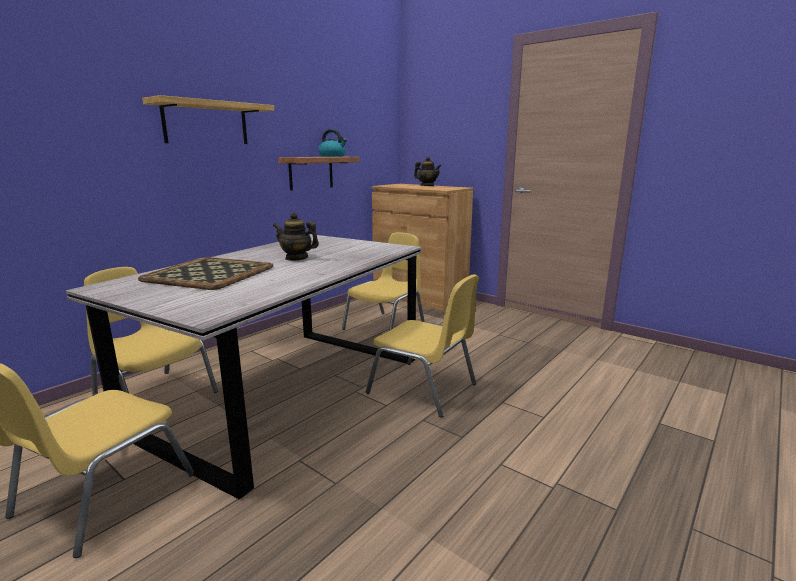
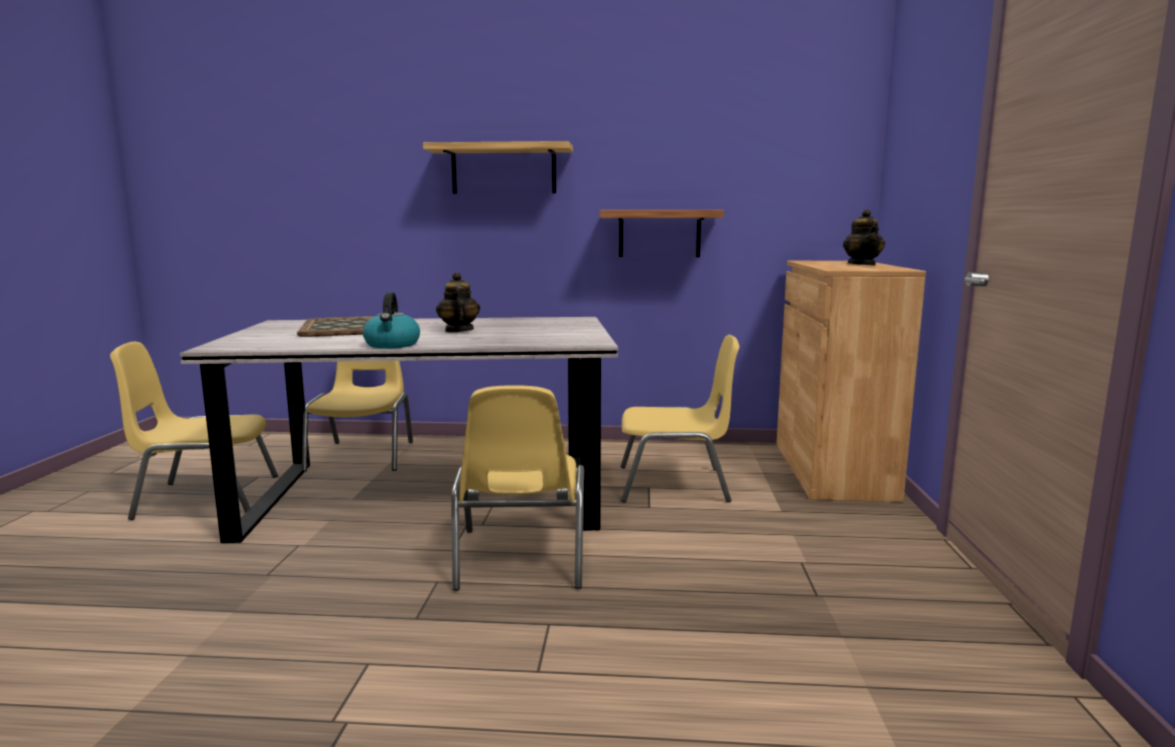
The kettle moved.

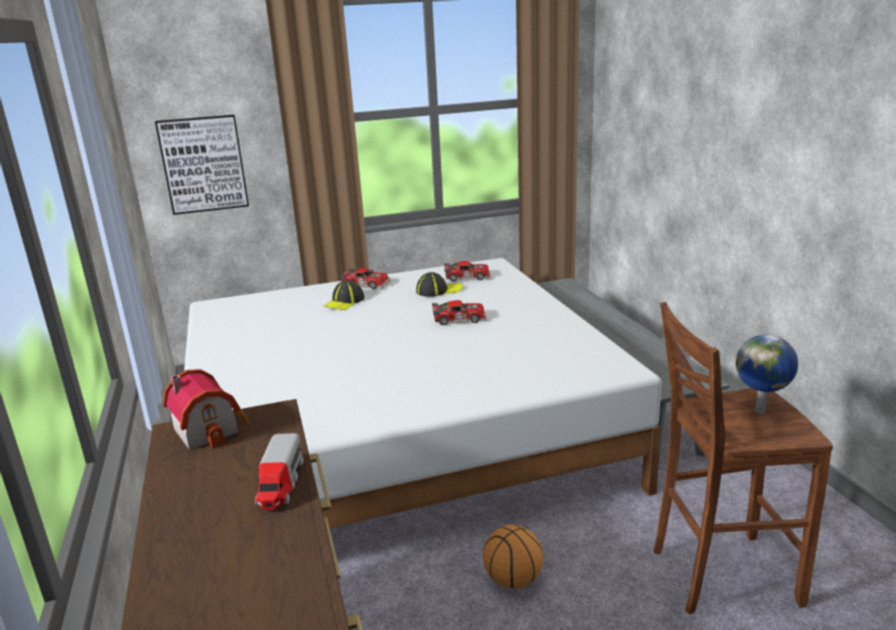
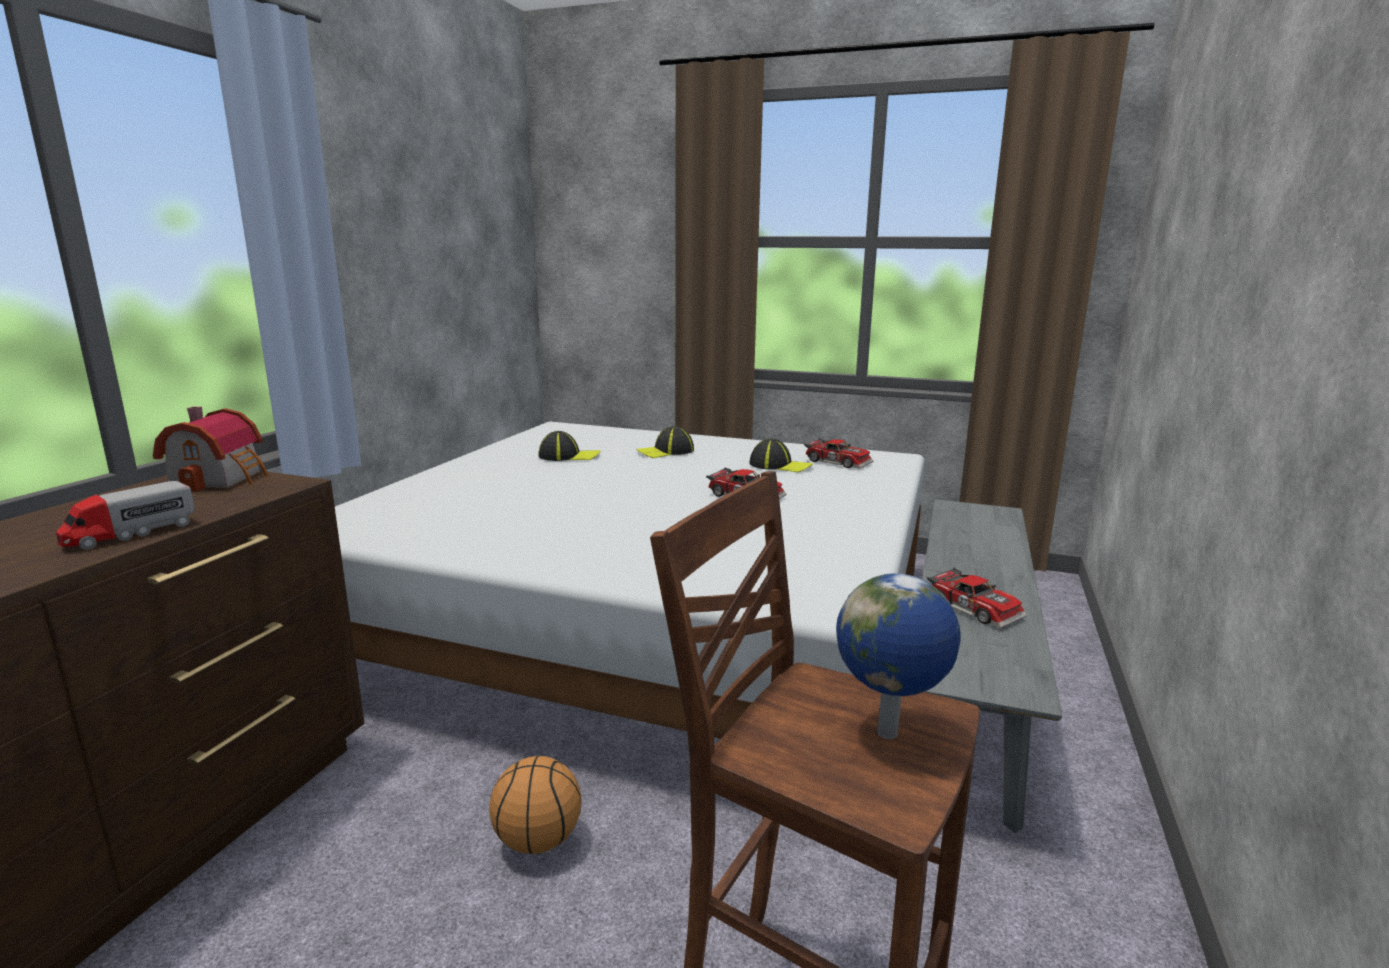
The wall picture disappeared. The miniature car (no. 1 from left in the first image) moved. The baseball cap (no. 1 from left) appeared.

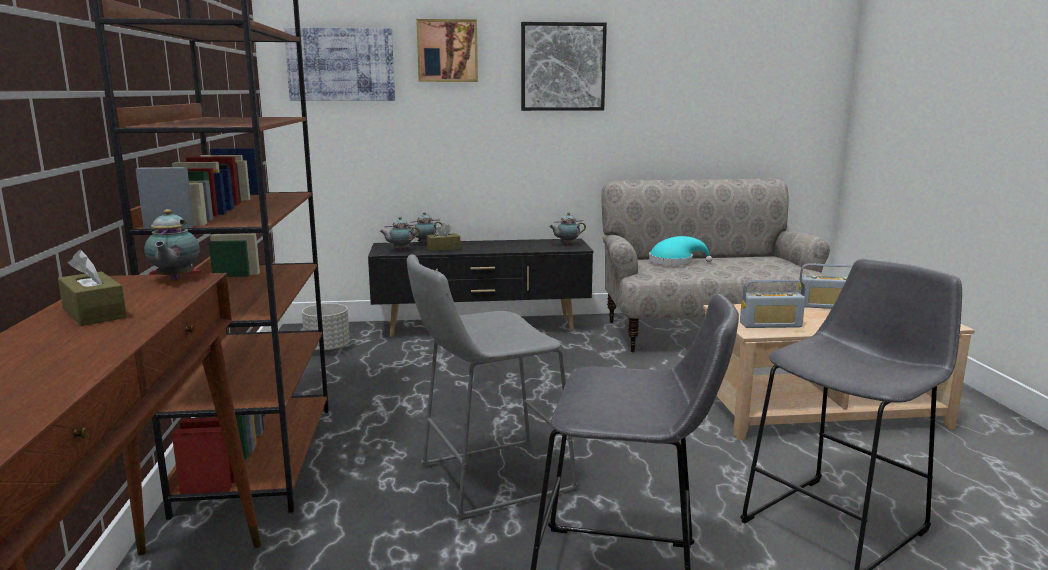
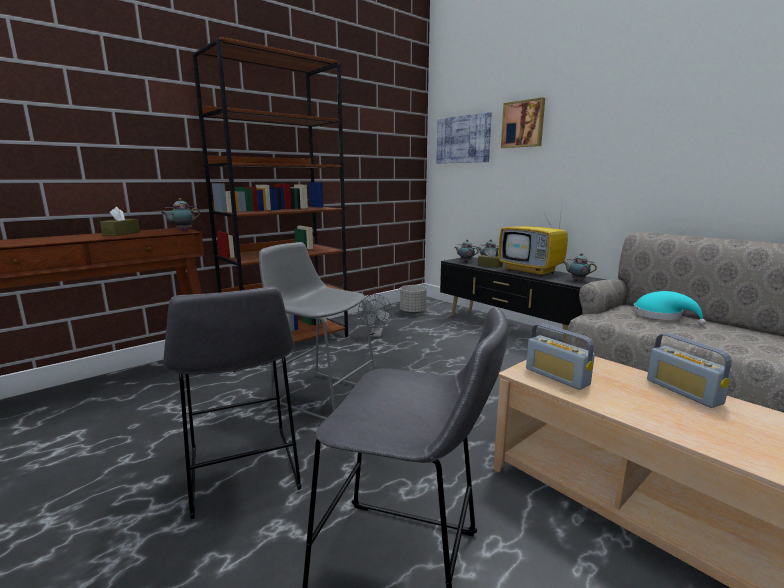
The wall picture (no. 3 from left) disappeared. The fan/greyish appeared. The television appeared.

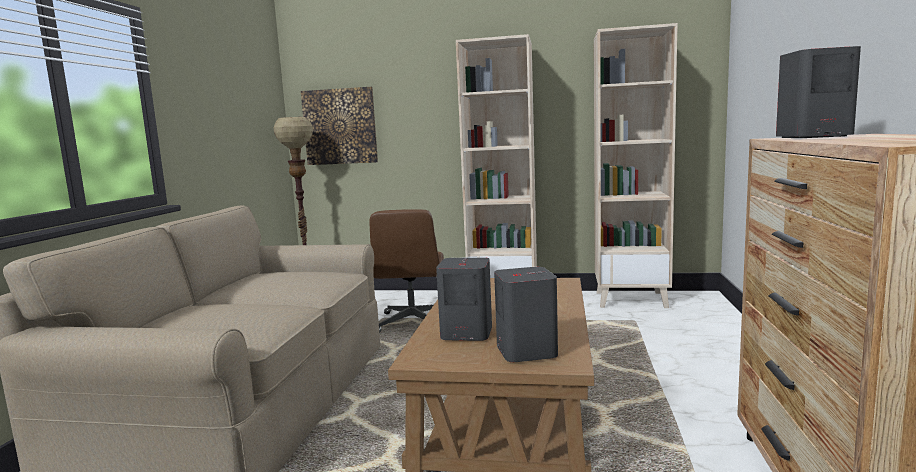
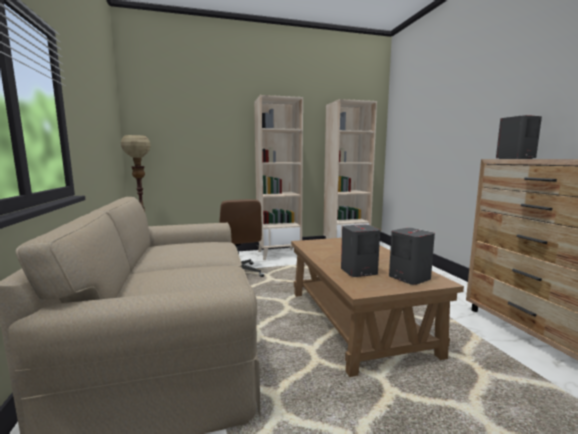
The wall picture disappeared.

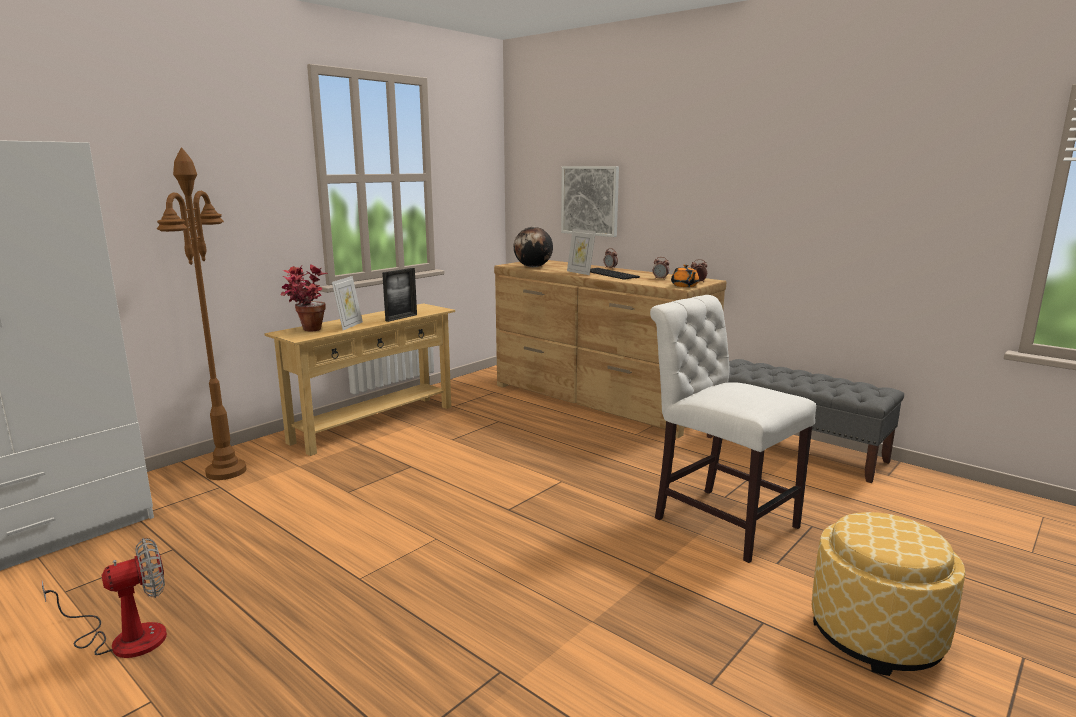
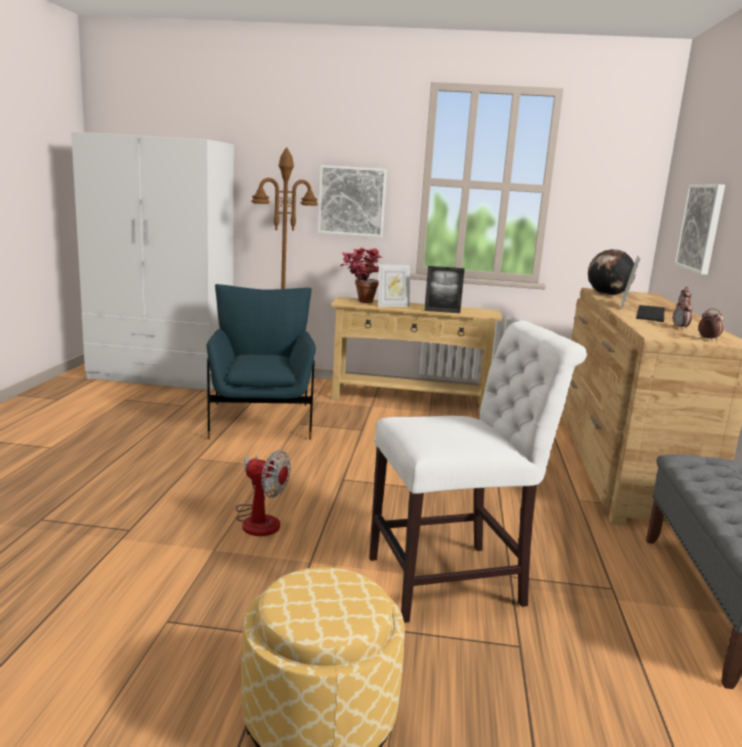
The fan moved. The upright chair/white turned 60 degrees clockwise. The teapot/orange disappeared. The lounge chair/bluish appeared. The wall picture (no. 1 from left) appeared.

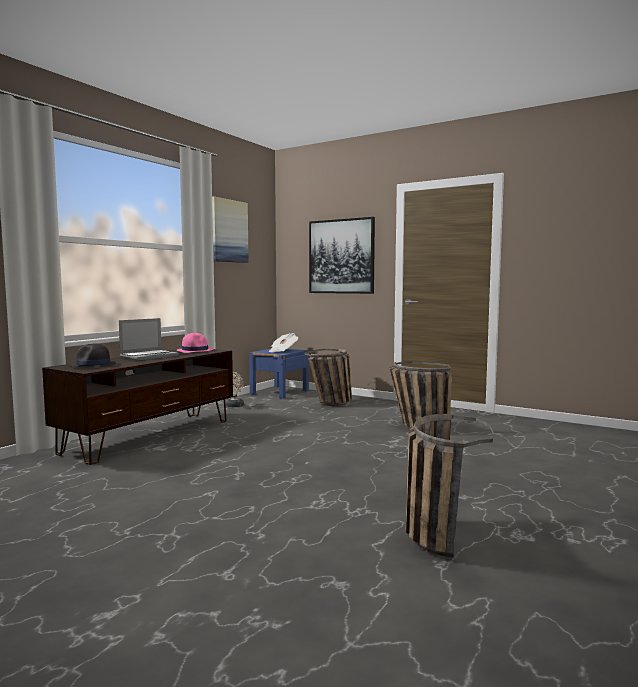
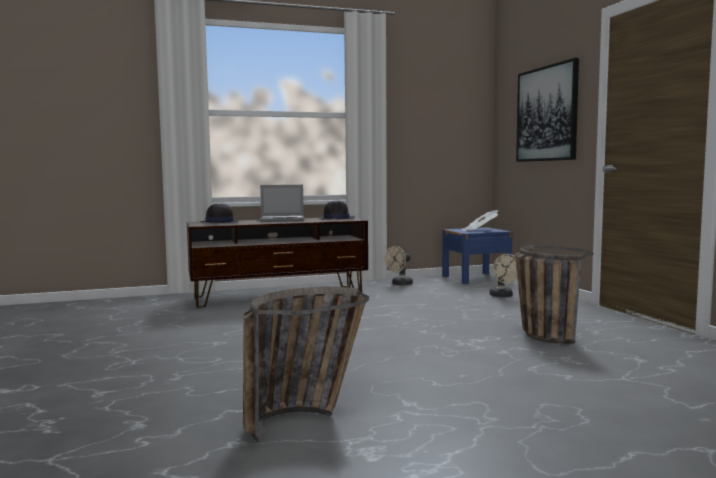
The hat/pinkish became the hat/black (no. 2 from left). The wall picture (no. 1 from left) disappeared. The basket (no. 1 from left) was replaced by the fan/beige-coloured (no. 2 from left).

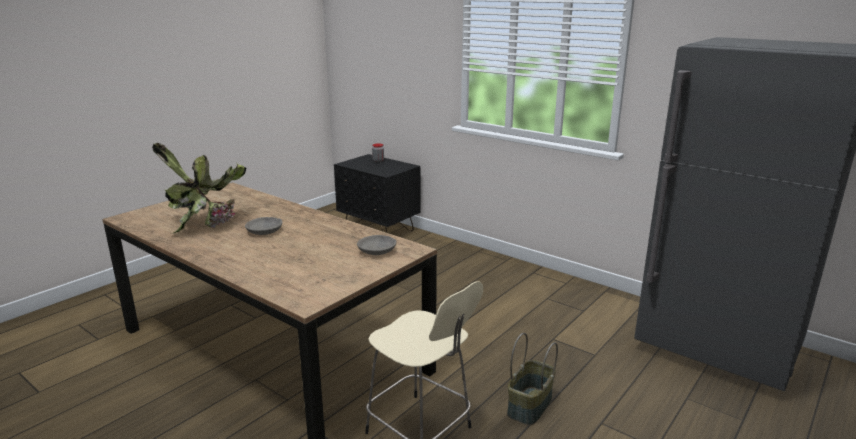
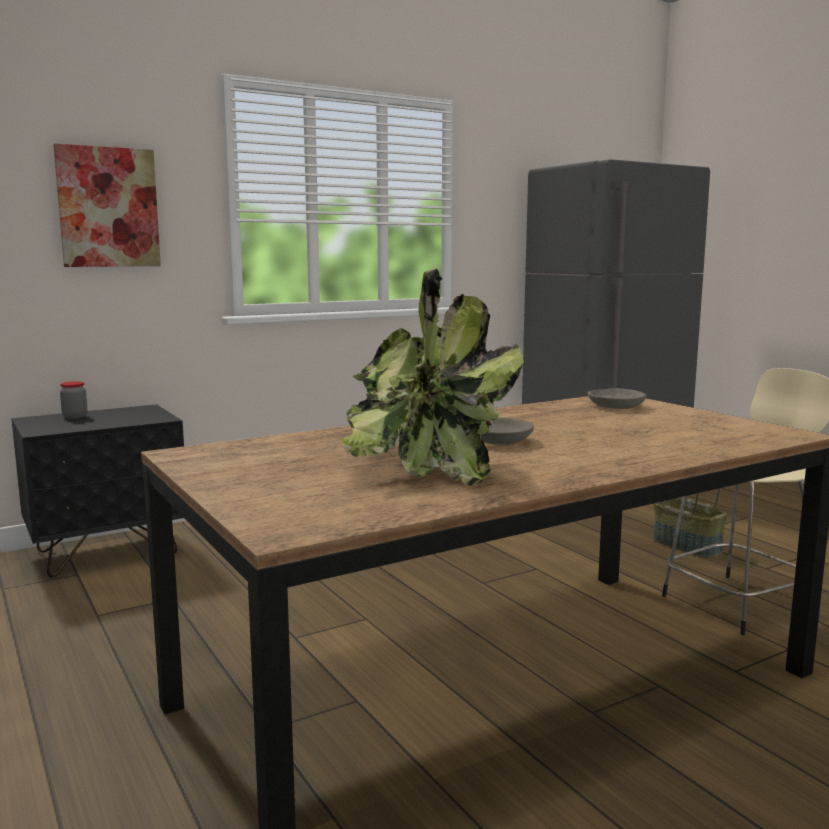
The wall picture appeared.

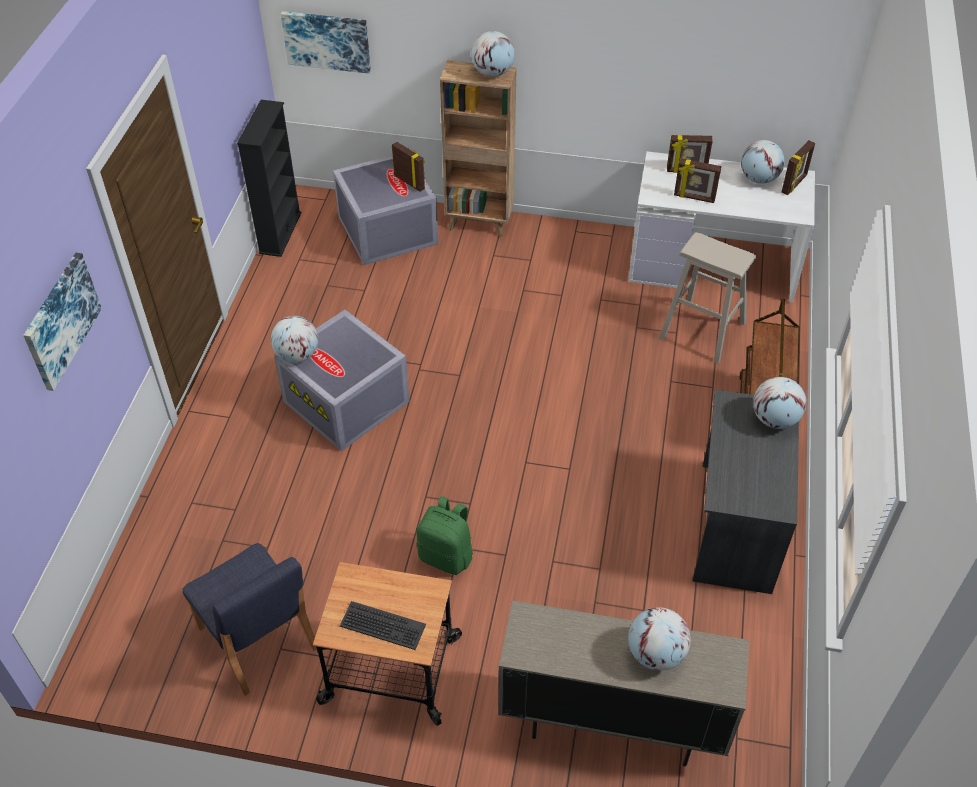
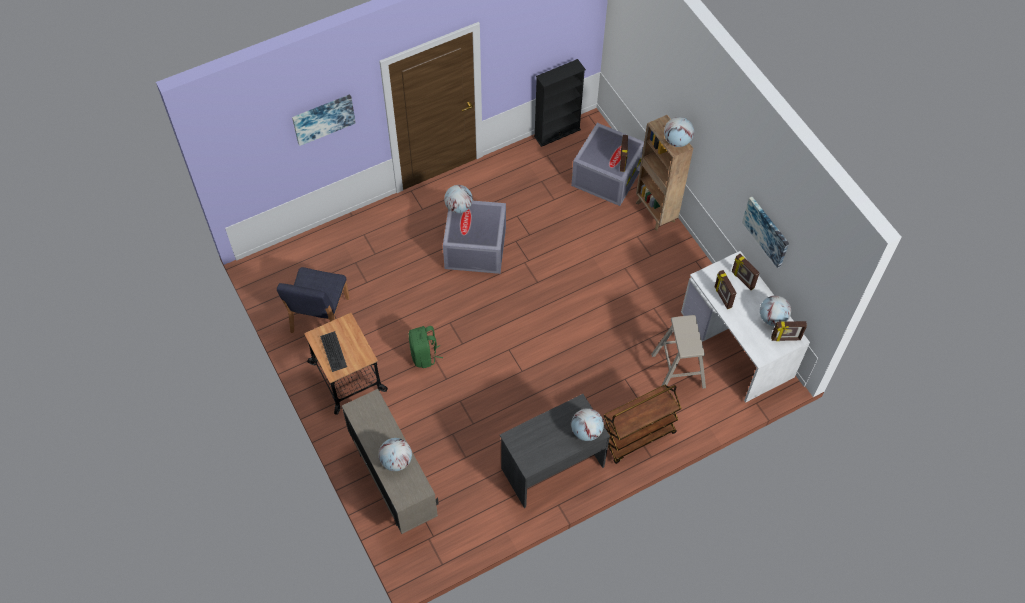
The wall picture (no. 2 from left) moved.

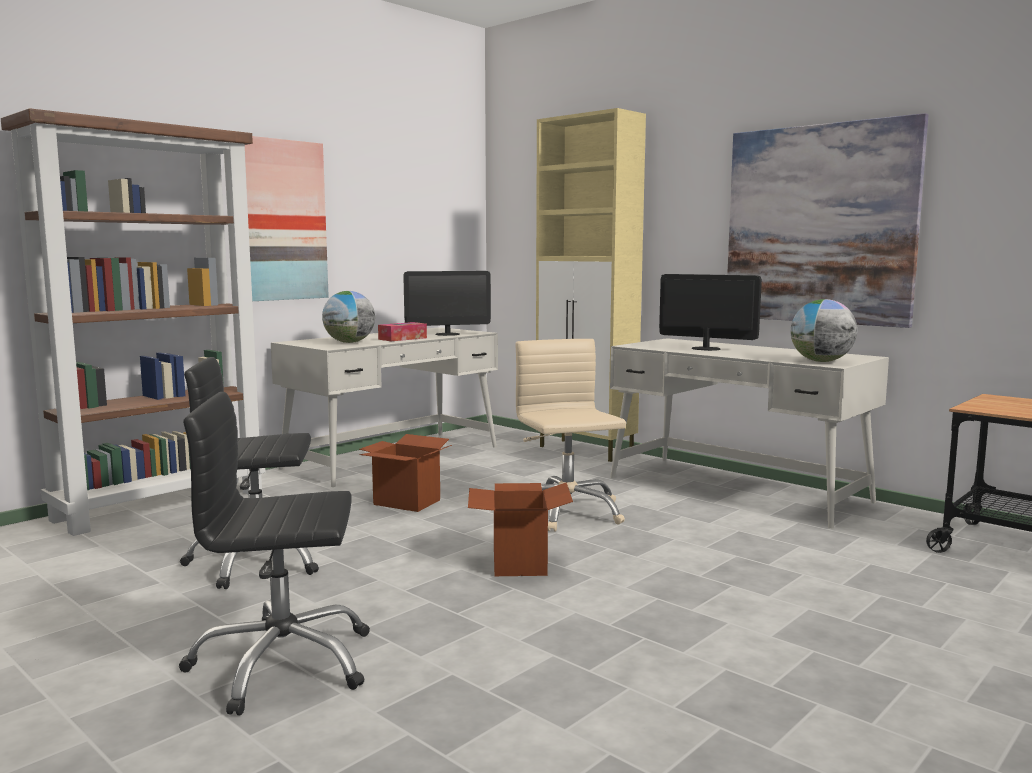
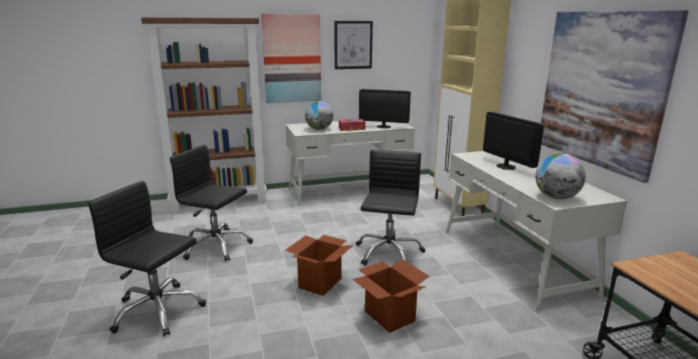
The packing box (no. 1 from left in the first image) moved. The desk chair/beige-coloured became the desk chair/black (no. 3 from left). The wall picture (no. 2 from left) appeared.

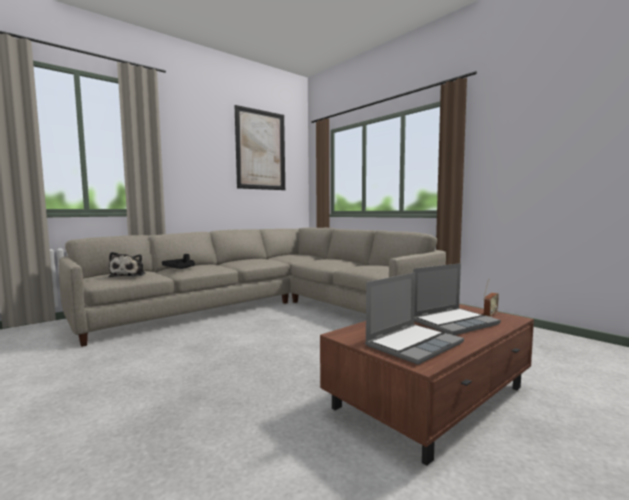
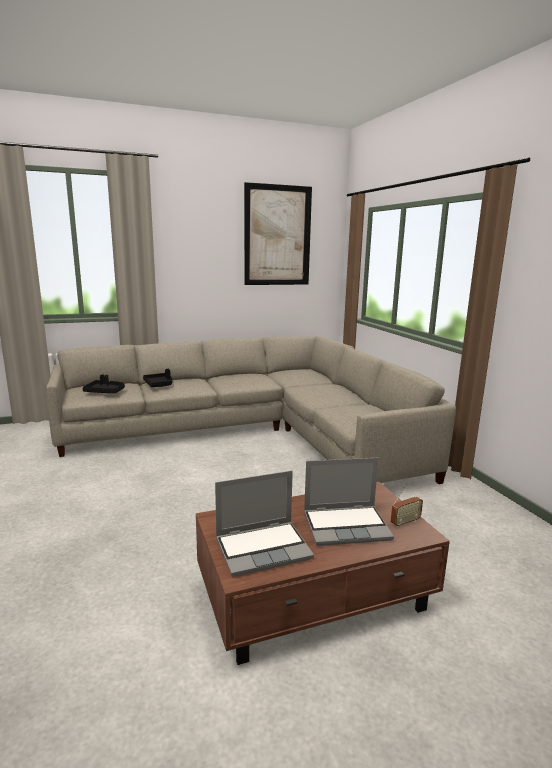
The plush toy was replaced by the tray/black (no. 1 from left).

